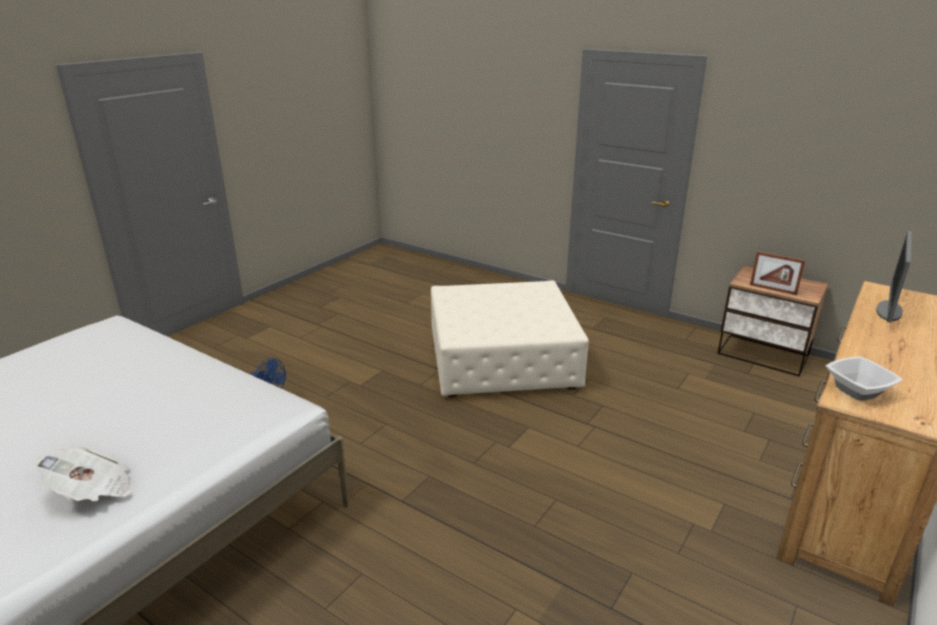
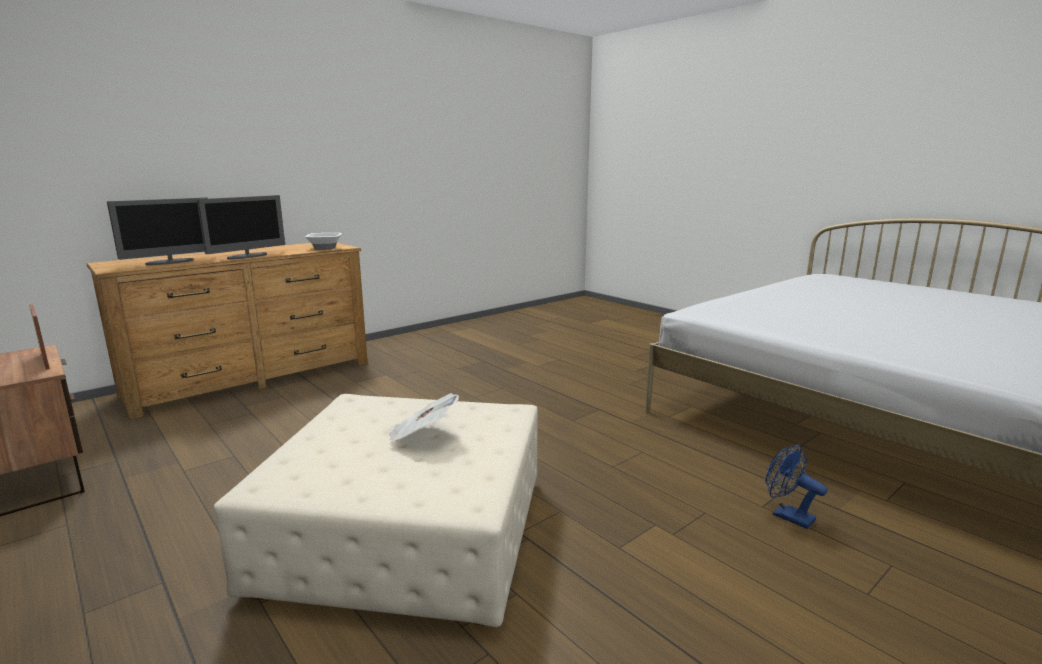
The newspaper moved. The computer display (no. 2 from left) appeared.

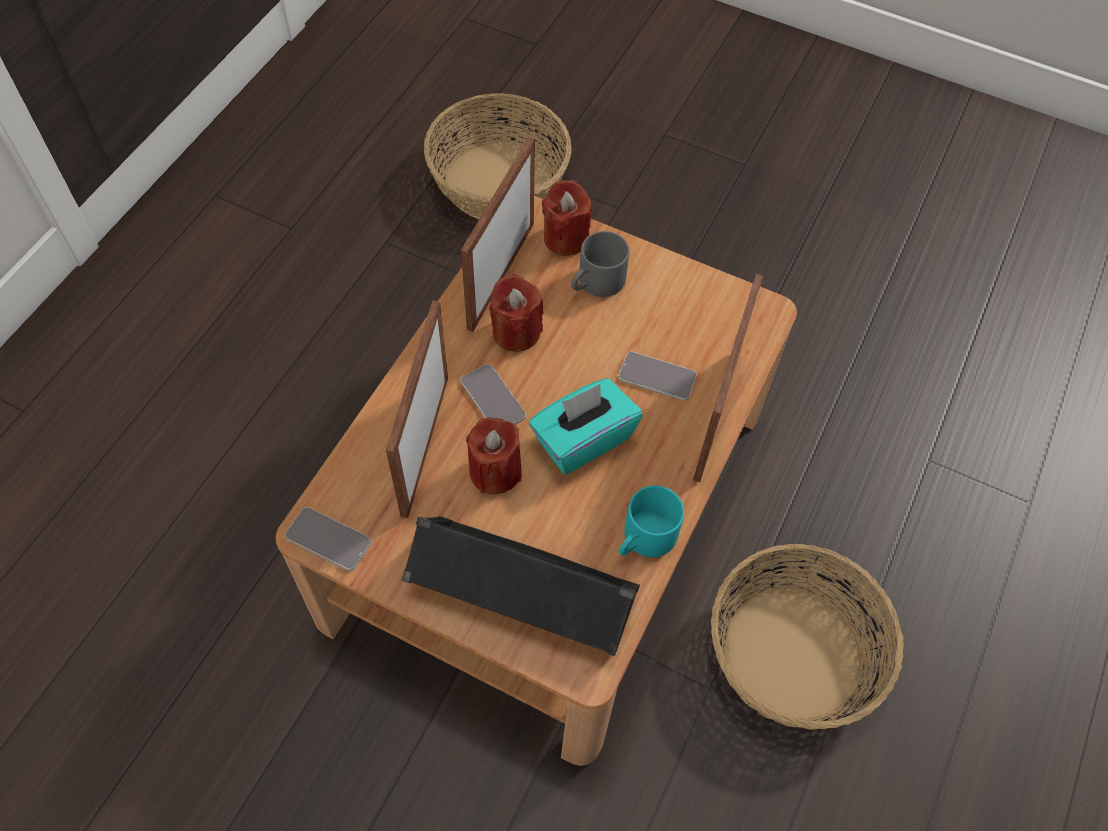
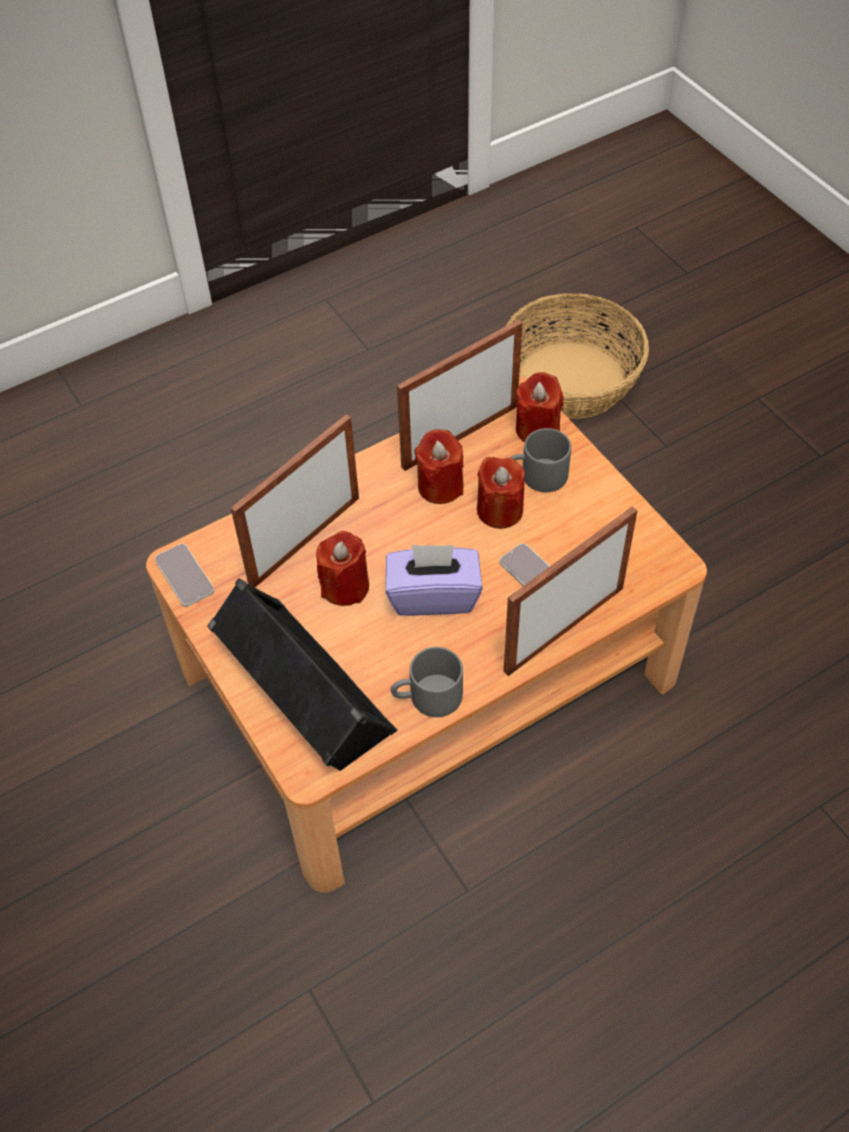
The phone (no. 2 from left) disappeared. The tissue holder/turquoise-coloured became the tissue holder/purple-coloured. The mug/turquoise-coloured became the mug/greyish (no. 1 from left). The basket (no. 2 from left) disappeared. The wax light/red-coloured (no. 3 from left) appeared.

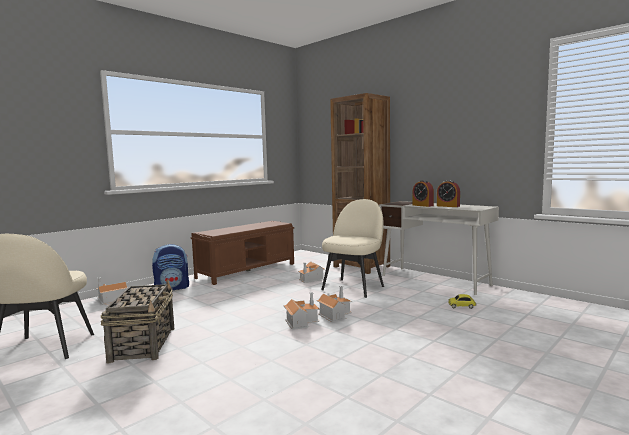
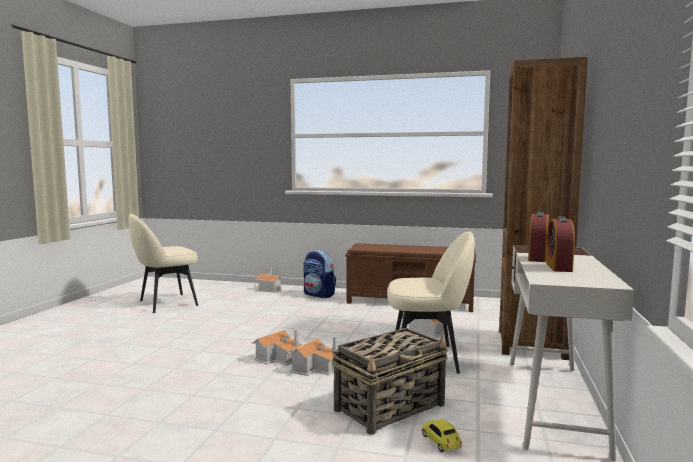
The basket moved.

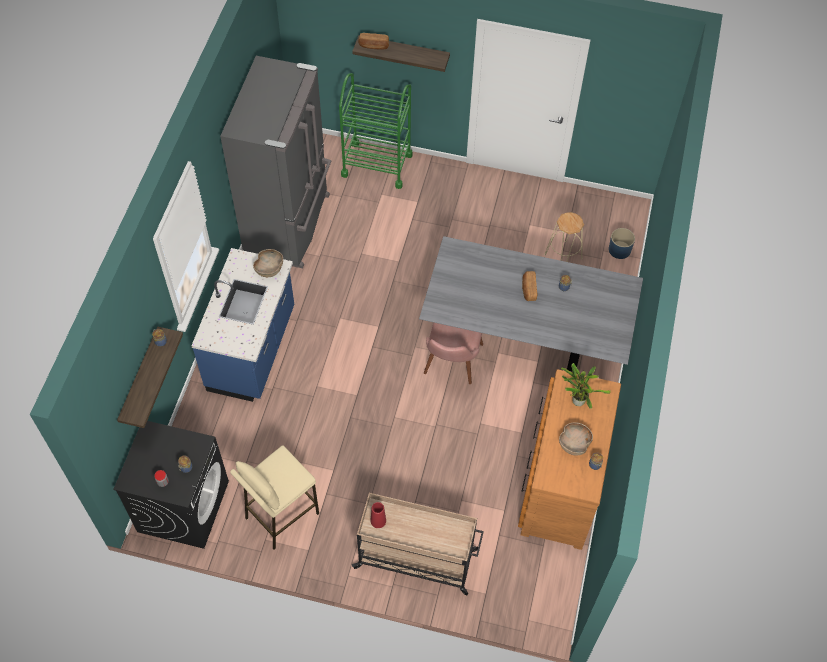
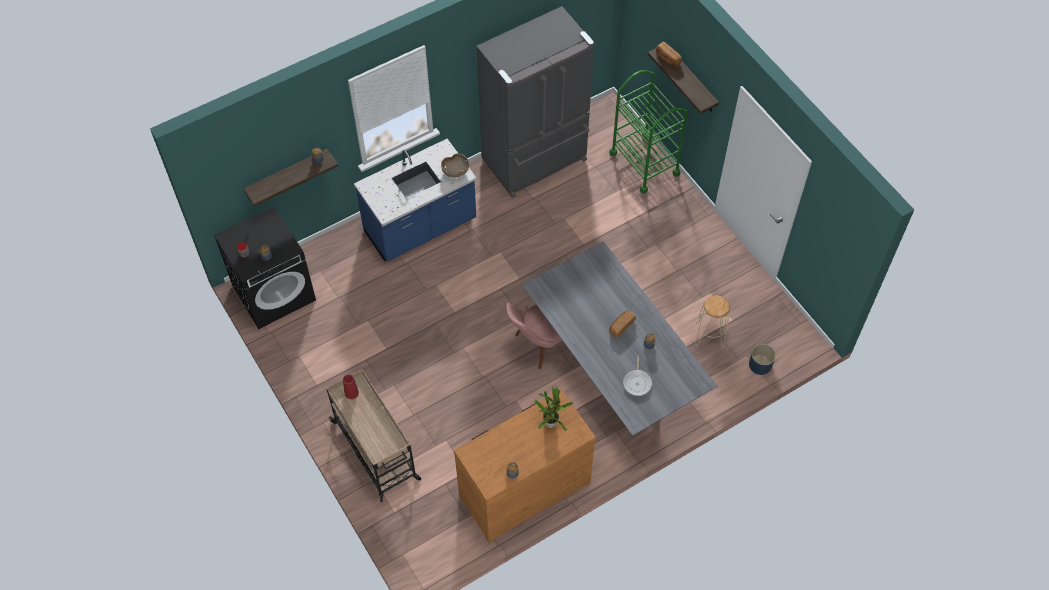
The stool/beige-coloured (no. 1 from left) disappeared. The serving bowl/brownish (no. 2 from left) disappeared. The pan appeared.

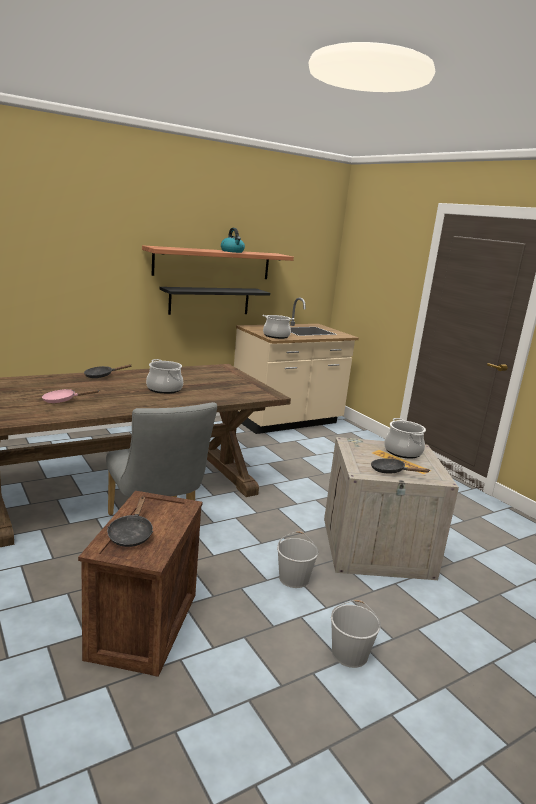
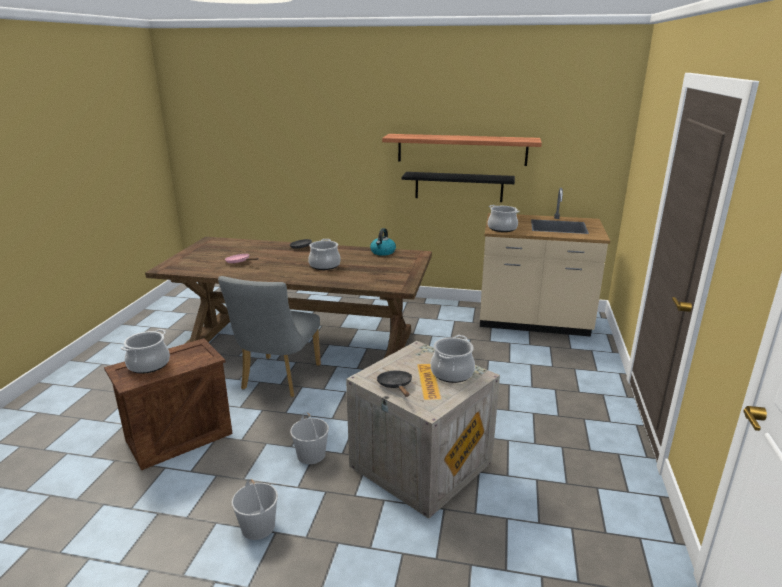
The pan/black (no. 2 from left) was replaced by the cooking pot (no. 1 from left). The kettle moved.

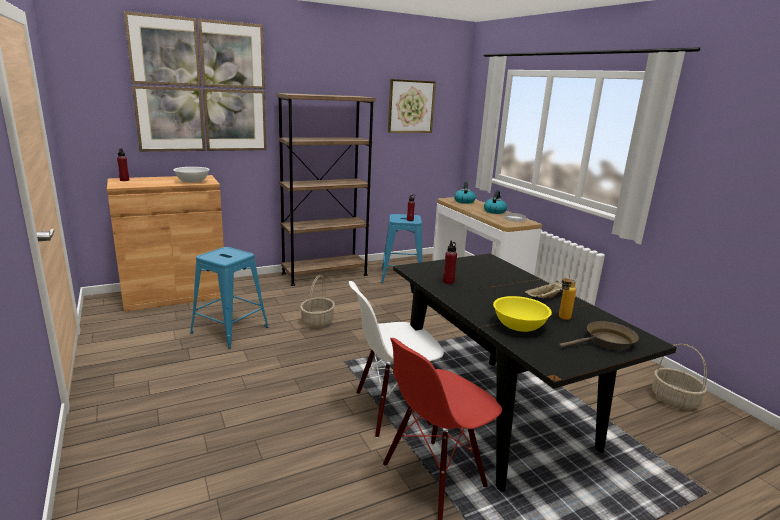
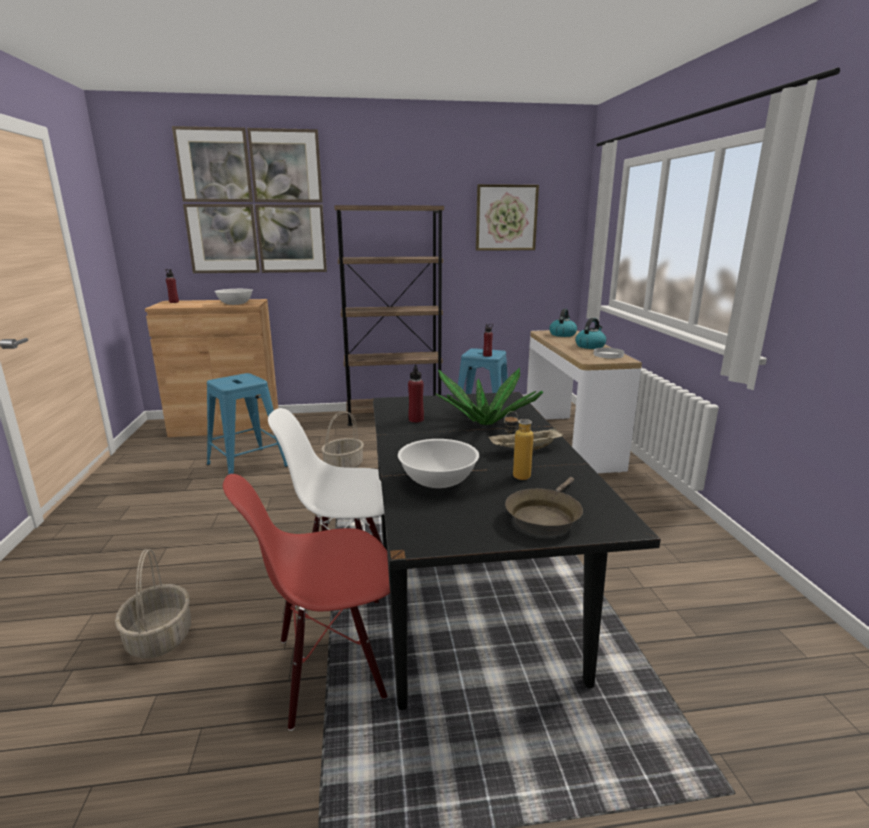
The serving bowl/yellow became the serving bowl/white (no. 2 from left). The pan/brownish turned 120 degrees clockwise. The basket (no. 2 from left in the first image) moved. The plant in a pot appeared.

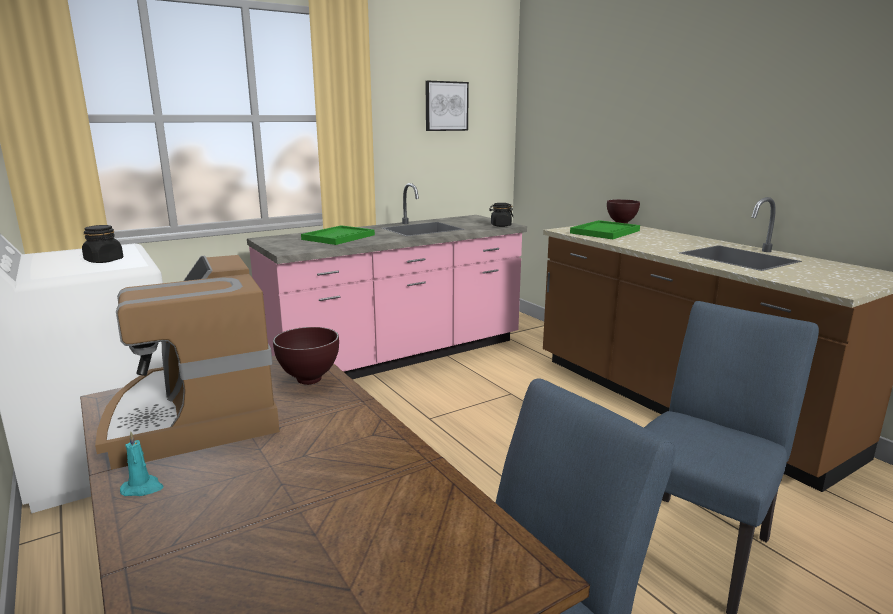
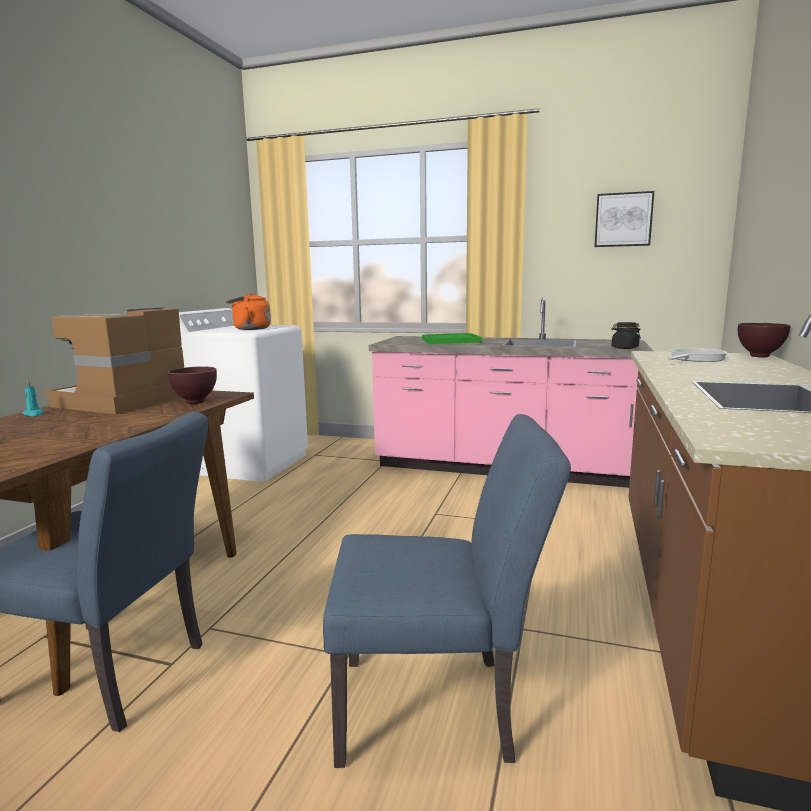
The jar/black (no. 1 from left) was replaced by the kettle/orange. The tray/greenish (no. 2 from left) was replaced by the pan.

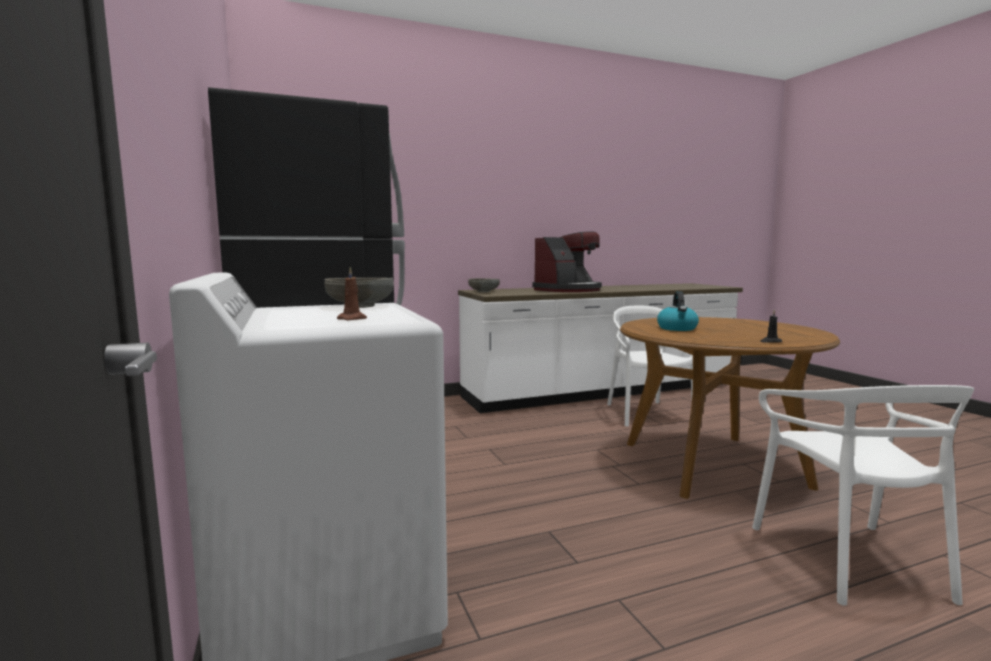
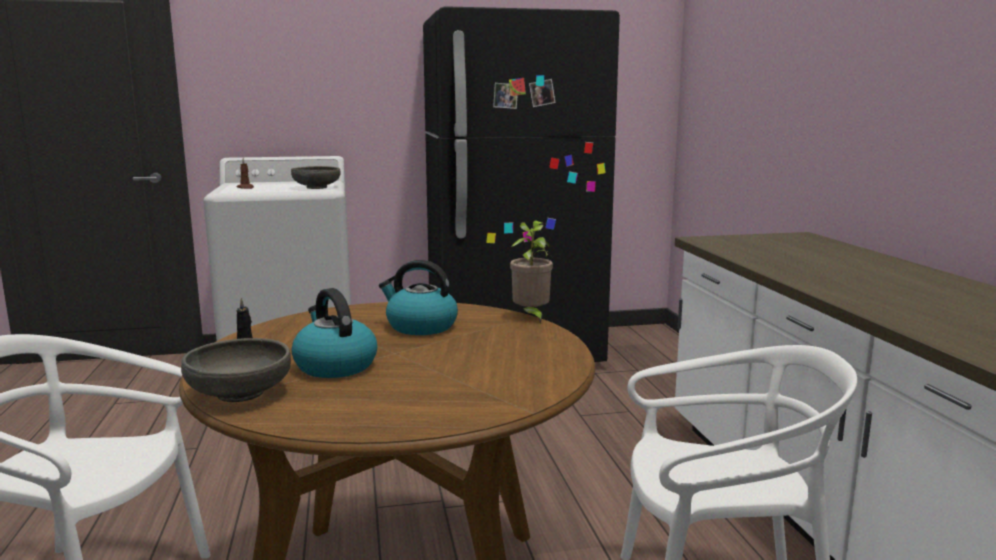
The serving bowl/greyish (no. 2 from left in the first image) moved. The coffee maker disappeared. The kettle (no. 1 from left) appeared. The plant in a pot appeared.

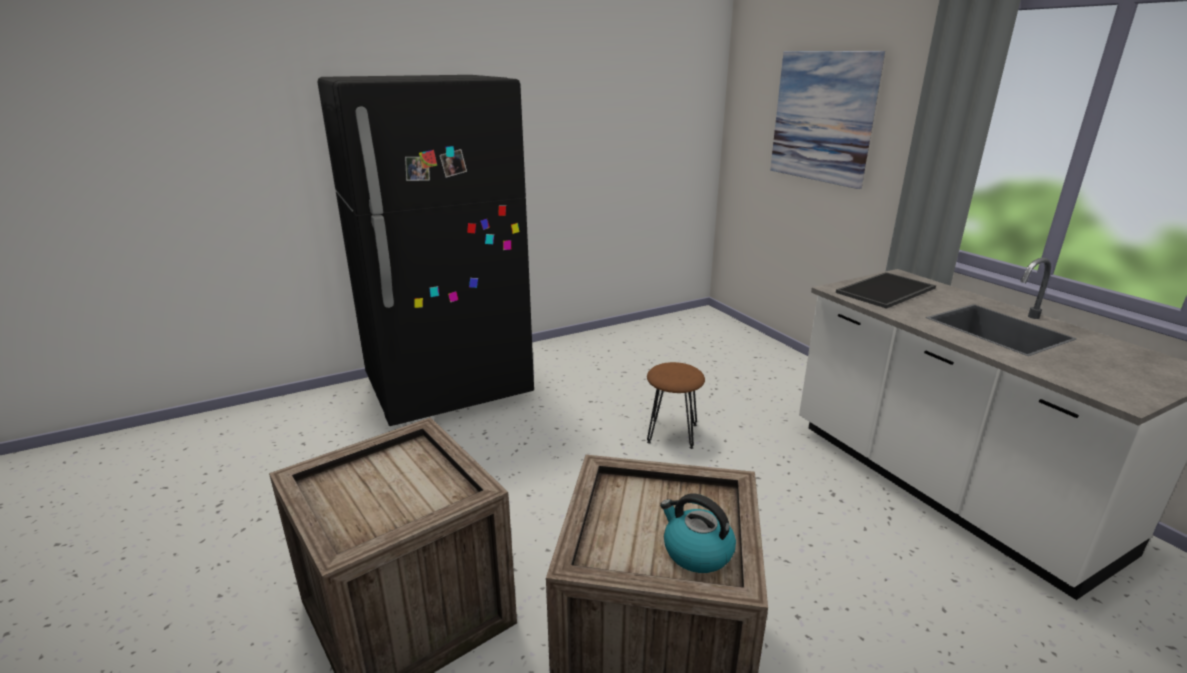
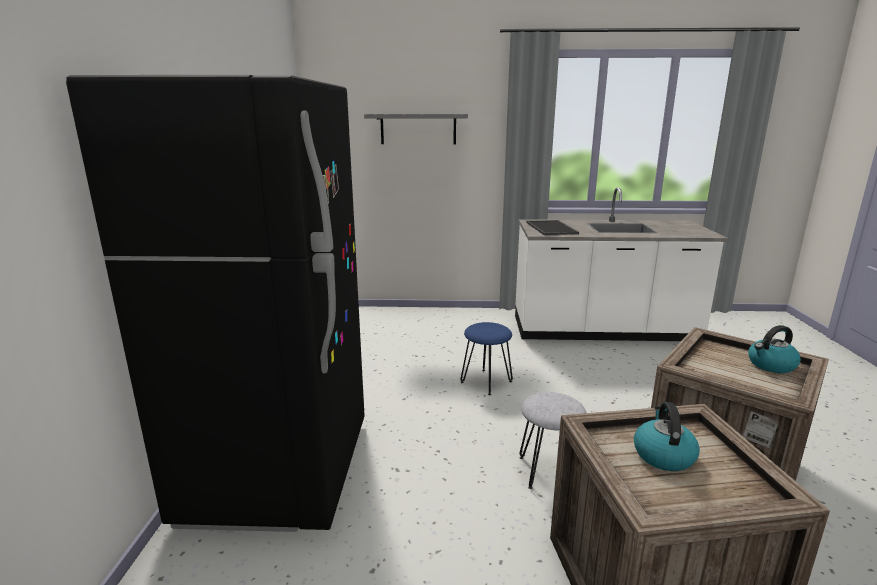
The stool/brownish became the stool/bluish. The wall picture was replaced by the shelf/greyish. The stool/greyish appeared. The kettle (no. 1 from left) appeared.

